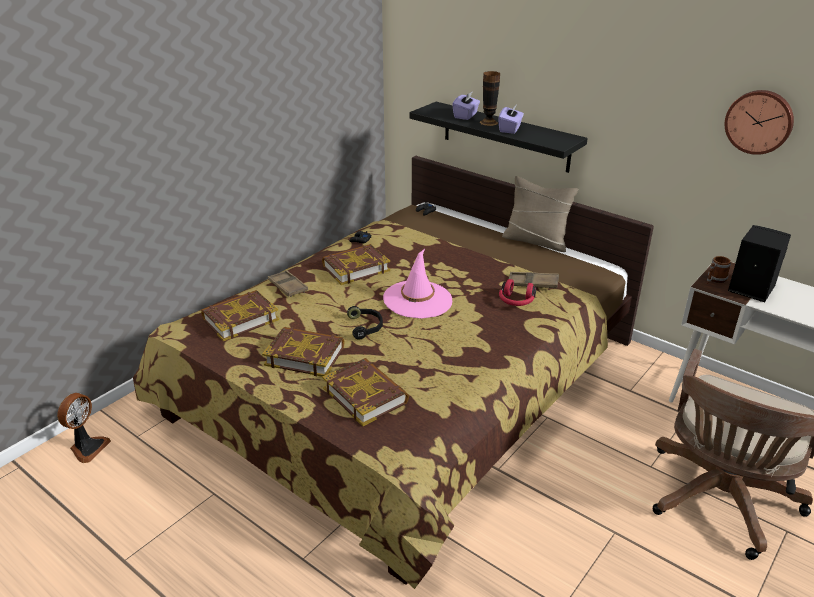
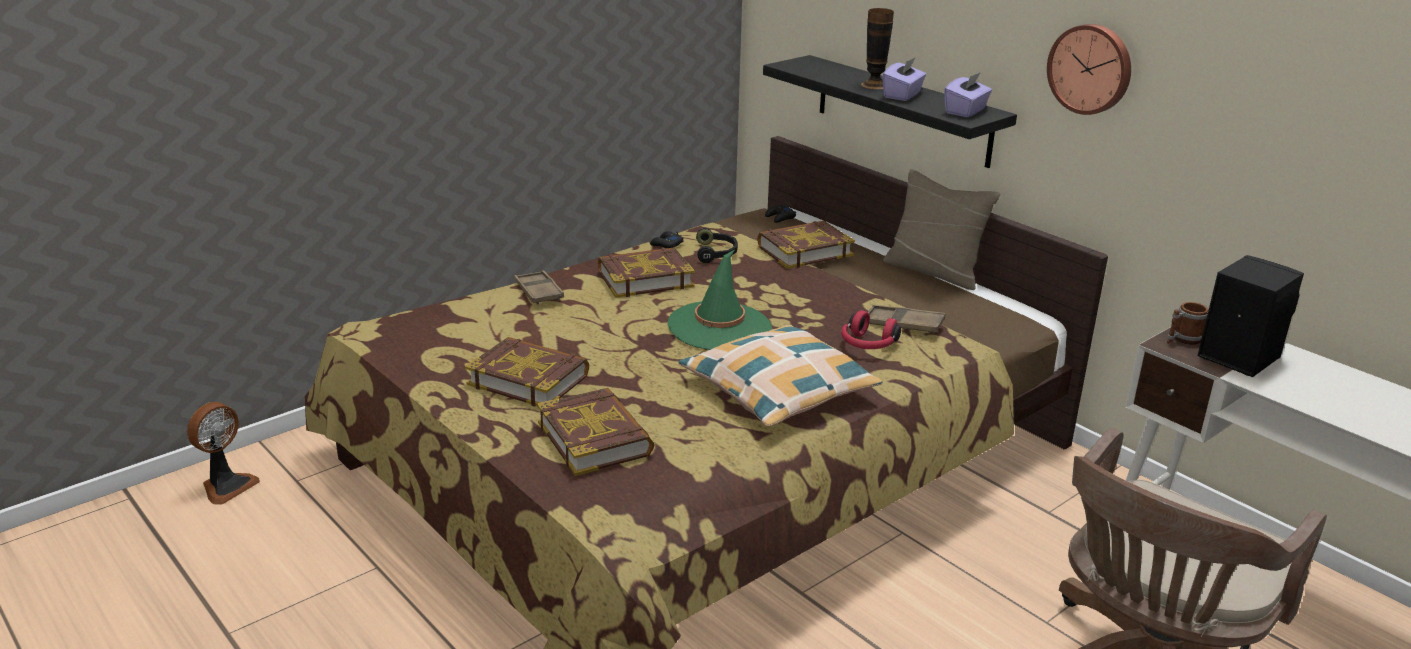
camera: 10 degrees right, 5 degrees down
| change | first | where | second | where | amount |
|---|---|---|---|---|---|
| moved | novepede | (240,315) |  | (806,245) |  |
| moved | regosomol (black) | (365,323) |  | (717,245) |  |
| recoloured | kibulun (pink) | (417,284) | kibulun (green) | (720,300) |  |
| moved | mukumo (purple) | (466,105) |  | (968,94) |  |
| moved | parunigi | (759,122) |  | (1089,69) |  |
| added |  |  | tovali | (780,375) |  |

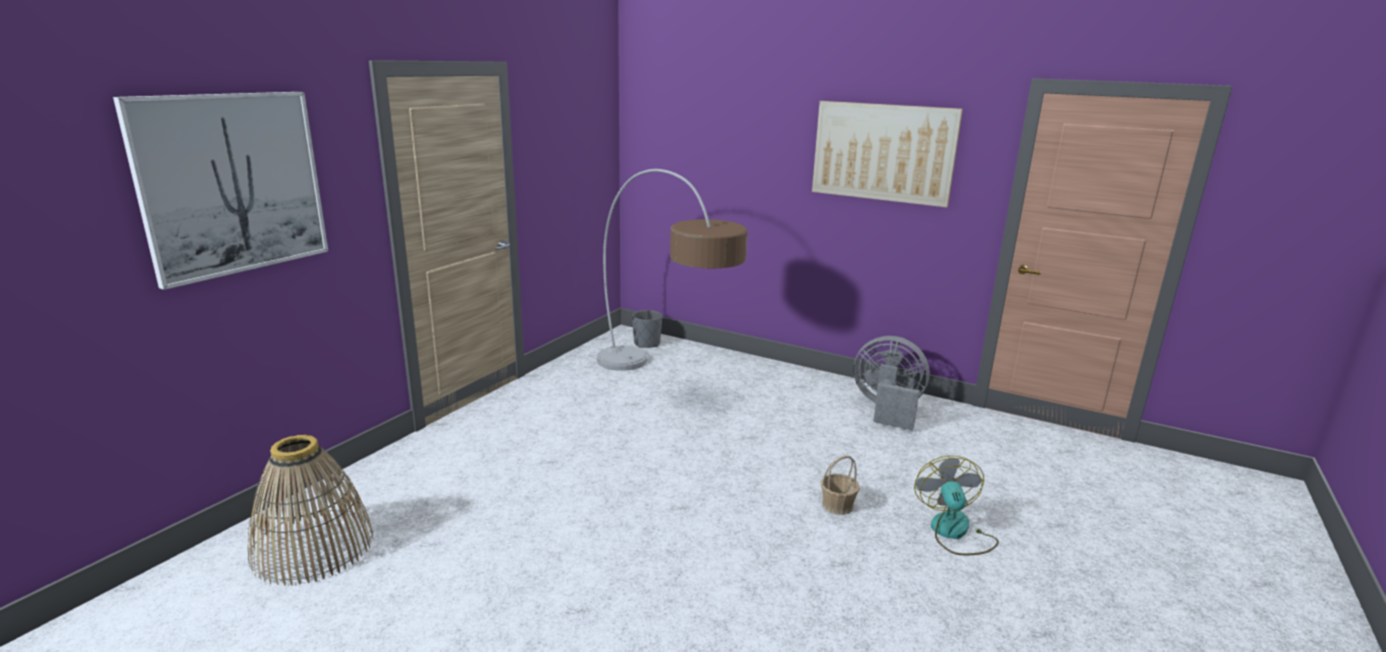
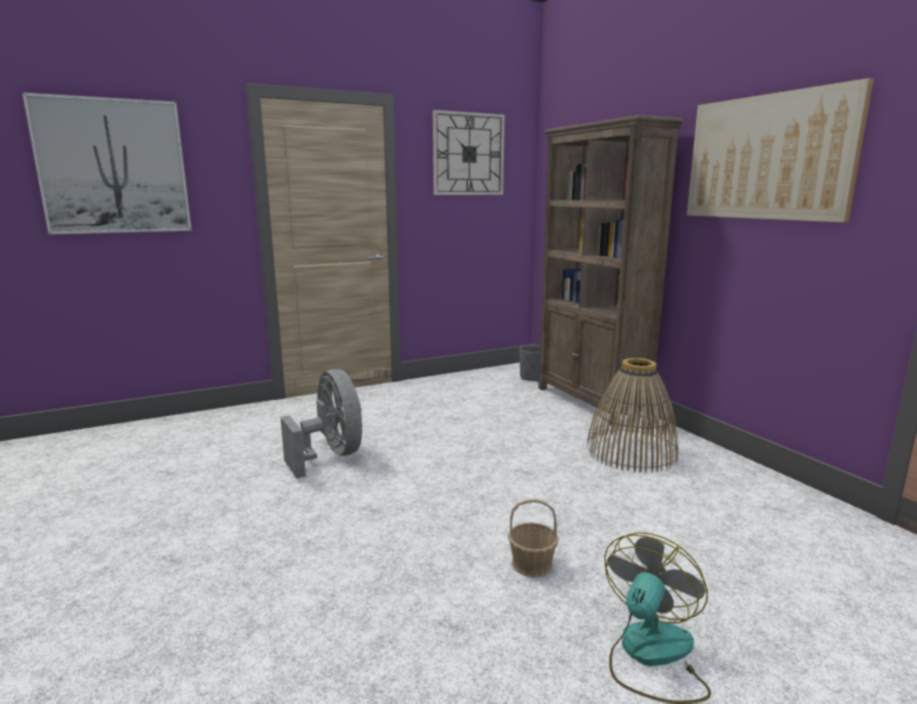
camera: 35 degrees right, 5 degrees down
| change | first | where | second | where | amount |
|---|---|---|---|---|---|
| moved | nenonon | (311,510) |  | (633,415) |  |
| removed | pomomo | (672,270) |  |  |  |
| moved | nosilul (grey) | (891,383) |  | (321,423) |  |
| added |  |  | parunigi | (469,152) |  |
| added |  |  | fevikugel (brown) | (610,271) |  |

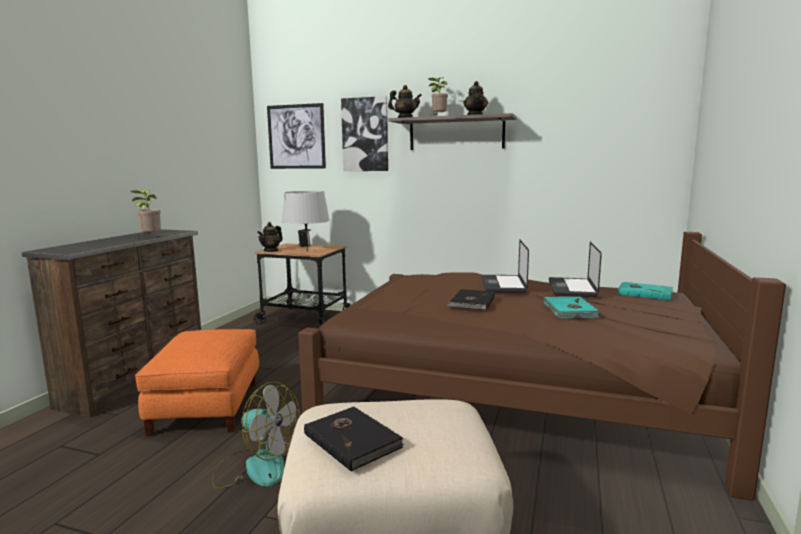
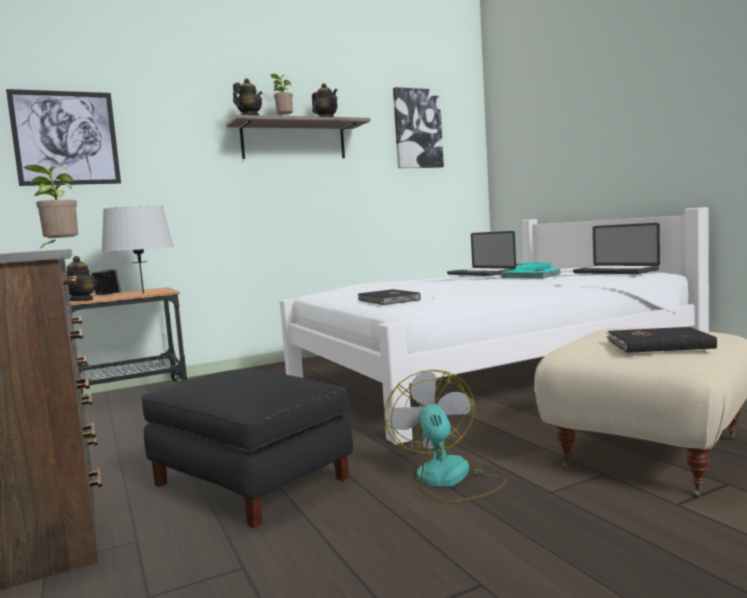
camera: 45 degrees left, 5 degrees down
| change | first | where | second | where | amount |
|---|---|---|---|---|---|
| recoloured | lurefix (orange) | (197,382) | lurefix (black) | (247,448) |  |
| turned | nosilul | (255,435) |  | (445,436) | 75 degrees counterclockwise |
| recoloured | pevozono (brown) | (542,366) | pevozono (white) | (494,326) |  |
| moved | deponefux | (364,133) |  | (418,127) |  |
| moved | novepede (black) | (471,299) |  | (389,297) |  |
| moved | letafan | (505,266) |  | (616,248) |  |

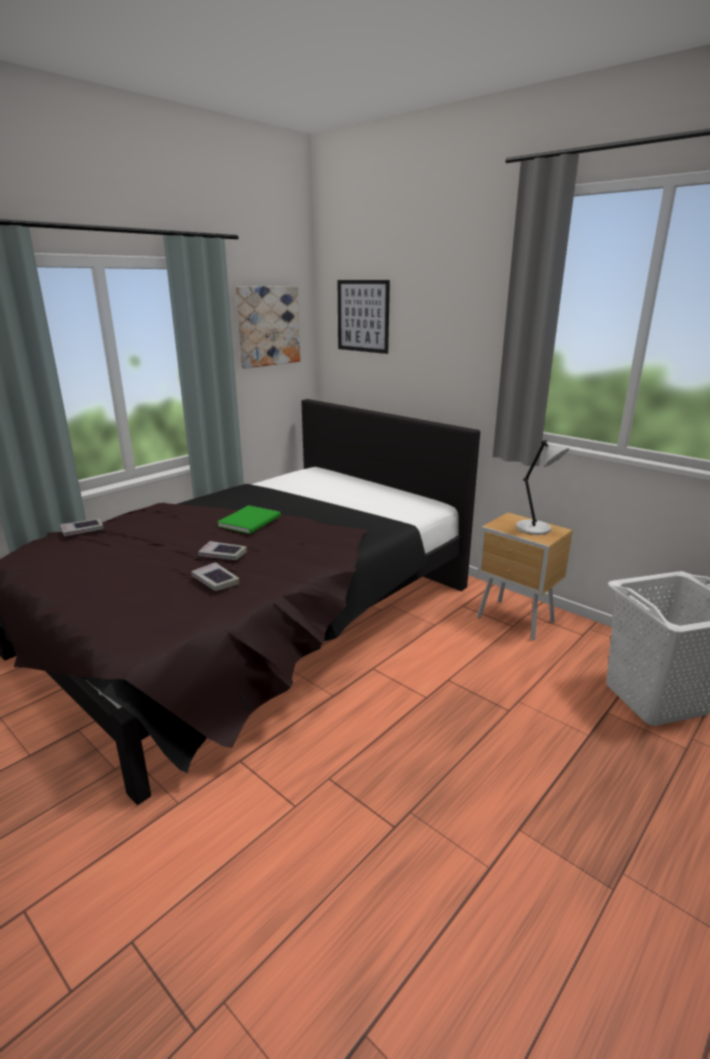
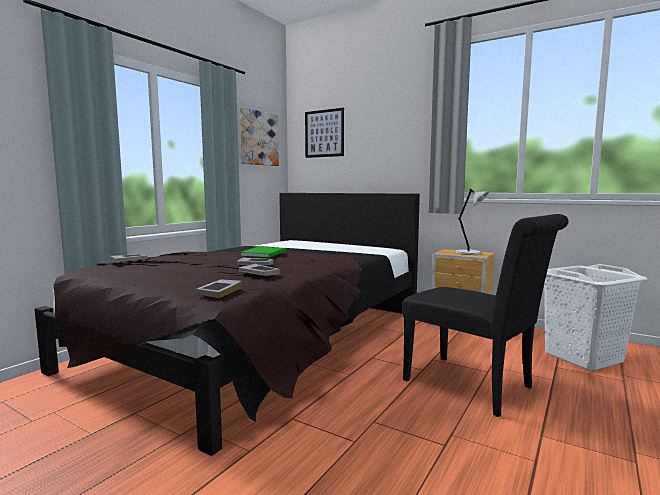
camera: 10 degrees left, 15 degrees down
| change | first | where | second | where | amount |
|---|---|---|---|---|---|
| added |  |  | novepede | (218,289) |  |
| added |  |  | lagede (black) | (485,315) |  |

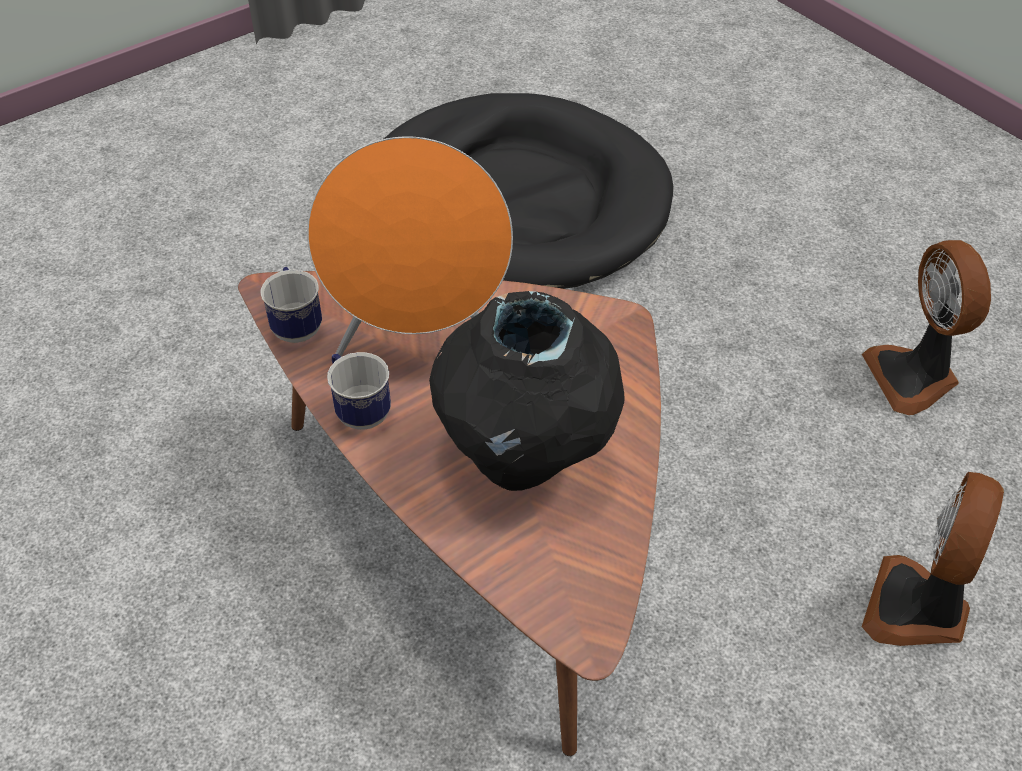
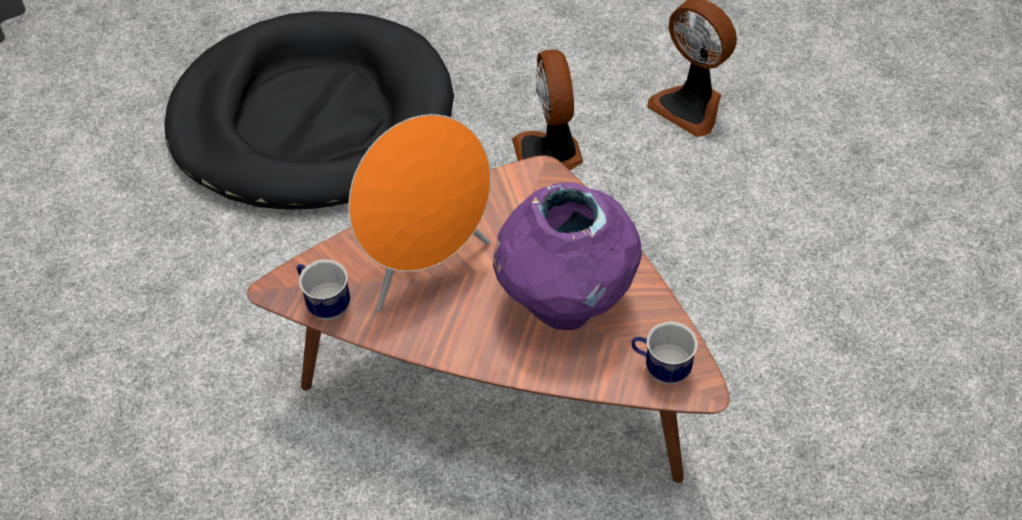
camera: 35 degrees left, 5 degrees up
| change | first | where | second | where | amount |
|---|---|---|---|---|---|
| moved | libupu | (359,391) |  | (665,352) |  |
| recoloured | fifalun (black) | (527,391) | fifalun (purple) | (567,256) |  |
| moved | nosilul | (933,559) |  | (547,110) |  |

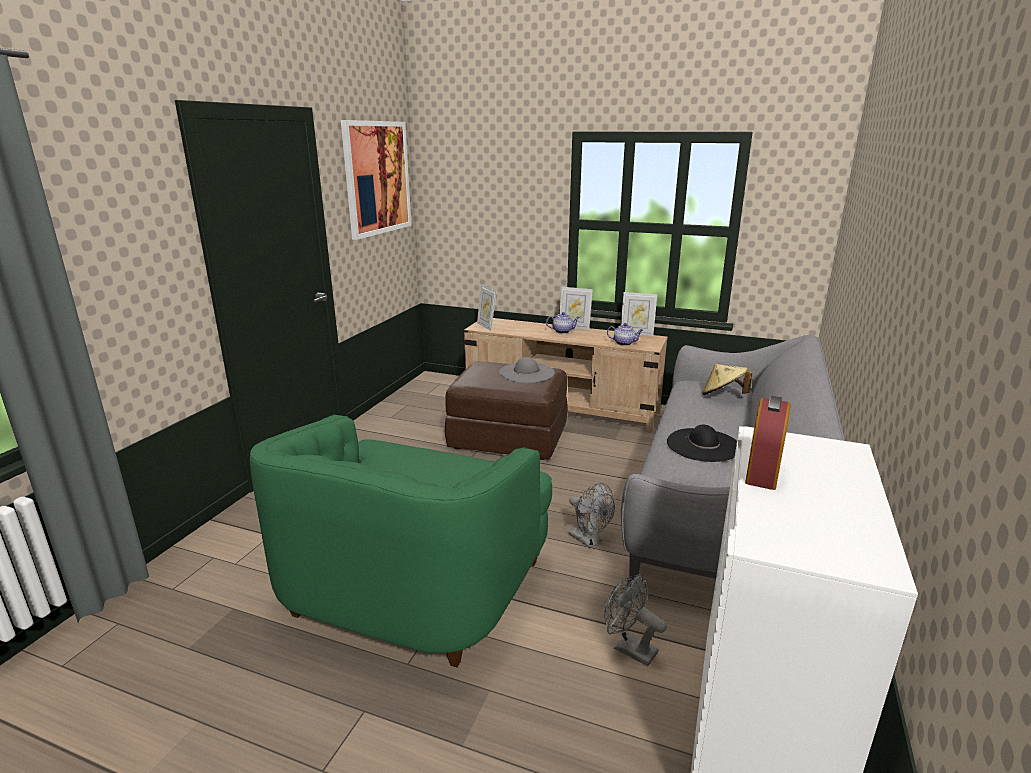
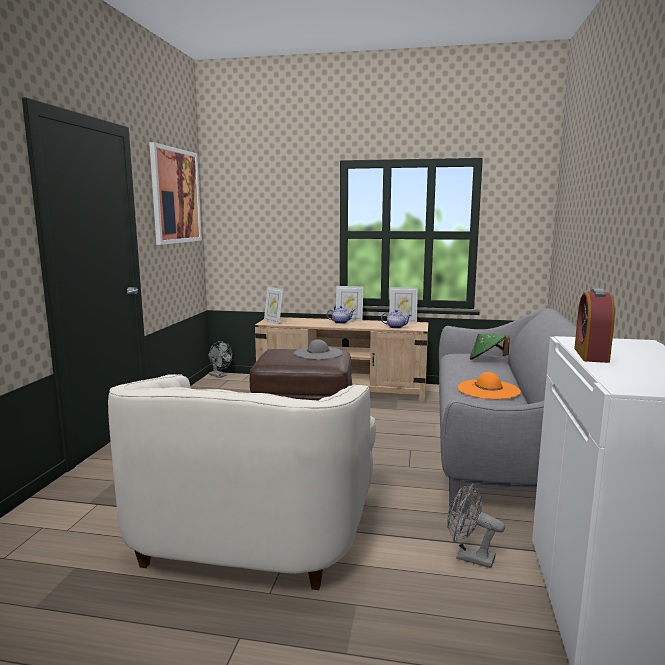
camera: 10 degrees left, 10 degrees down
| change | first | where | second | where | amount |
|---|---|---|---|---|---|
| recoloured | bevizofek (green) | (401,540) | bevizofek (white) | (242,482) |  |
| moved | nosilul (grey) | (592,515) |  | (220,359) |  |
| recoloured | kibulun (black) | (702,443) | kibulun (orange) | (489,385) |  |
| recoloured | kibulun (beige) | (727,379) | kibulun (green) | (490,346) |  |

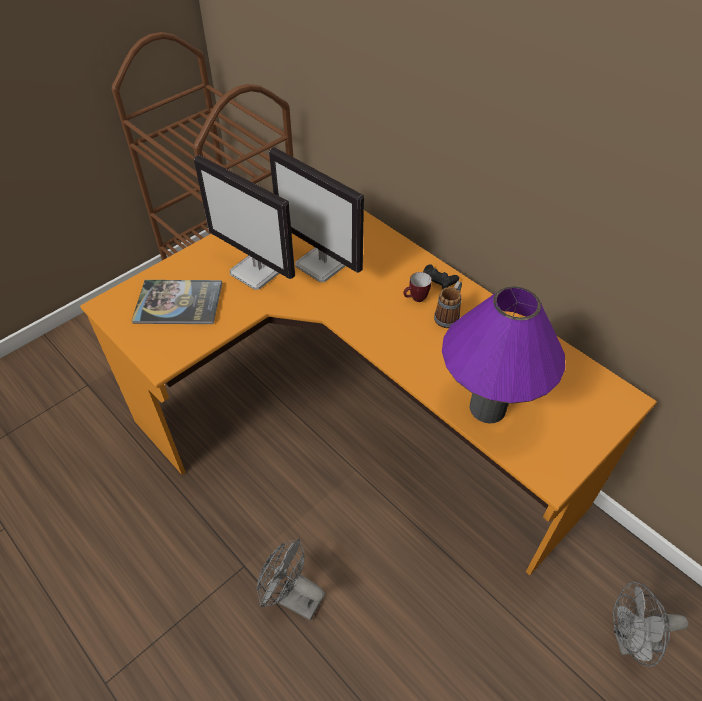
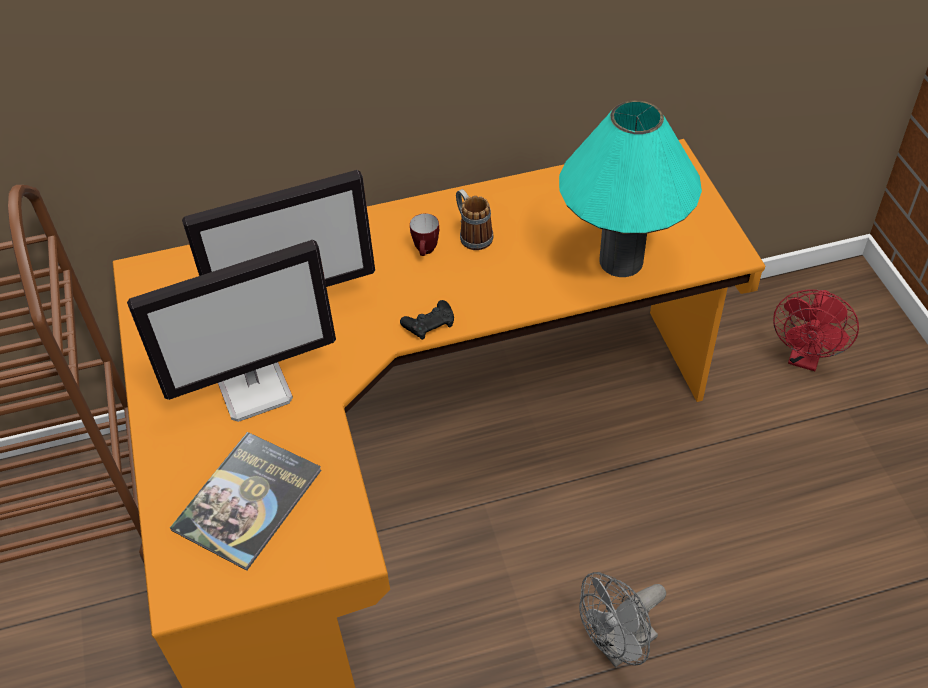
camera: 60 degrees left, 0 degrees up
| change | first | where | second | where | amount |
|---|---|---|---|---|---|
| moved | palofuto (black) | (441,276) |  | (427,320) |  |
| recoloured | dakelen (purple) | (503,355) | dakelen (turquoise) | (630,189) |  |
| recoloured | nosilul (grey) | (651,624) | nosilul (red) | (816,330) |  |

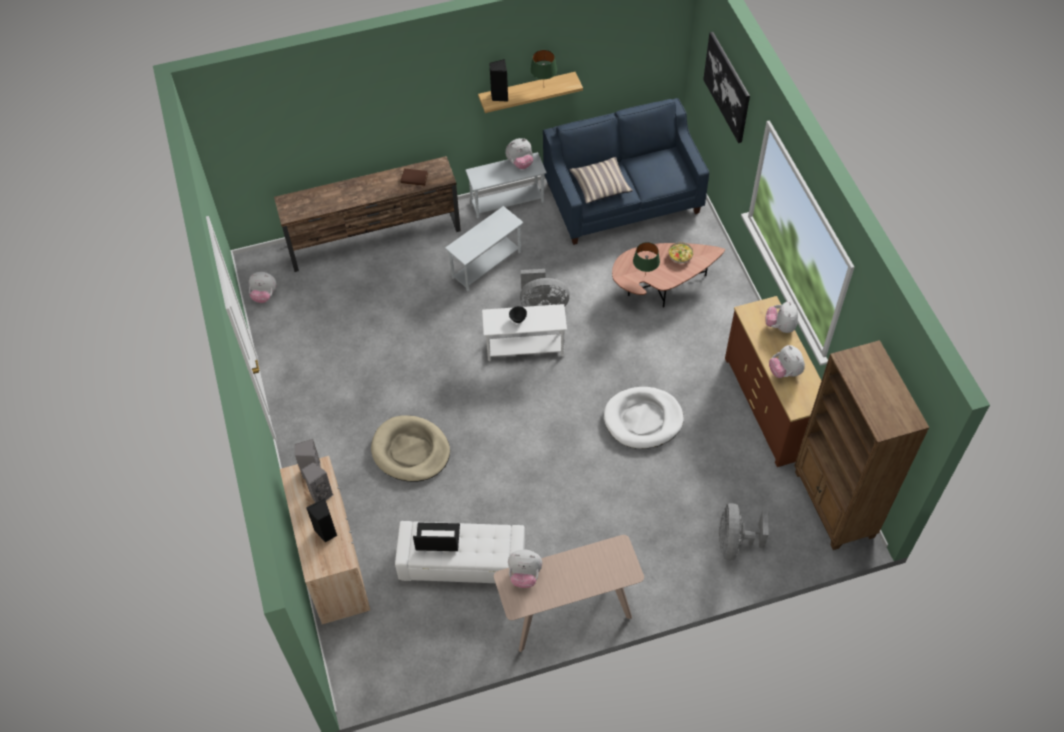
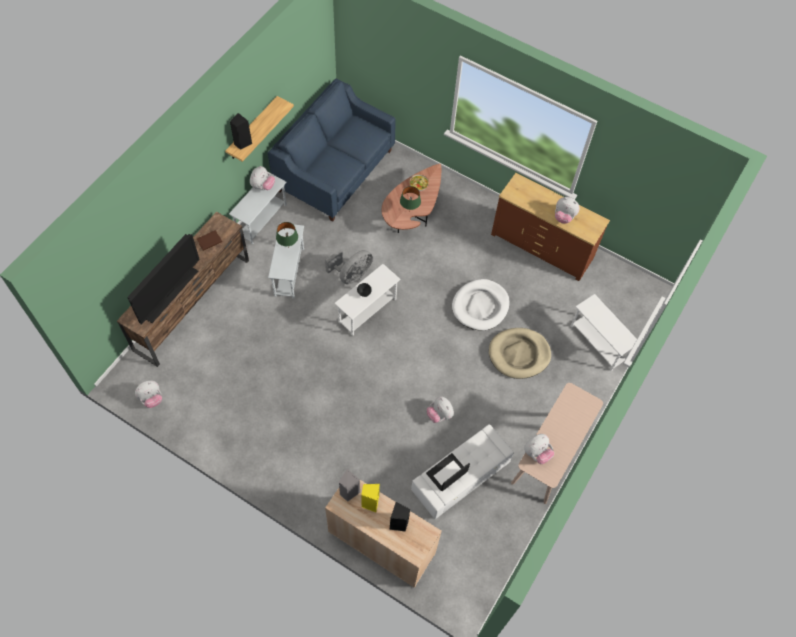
camera: 45 degrees left, 5 degrees up
| change | first | where | second | where | amount |
|---|---|---|---|---|---|
| recoloured | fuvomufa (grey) | (317,482) | fuvomufa (yellow) | (370,498) |  |
| moved | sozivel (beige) | (410,448) |  | (520,353) |  |
| moved | dakelen (green) | (543,65) |  | (287,235) |  |
| removed | tovali | (601,180) |  |  |  |
| removed | deponefux | (726,87) |  |  |  |
| replaced | nosilul (grey) | (744,531) | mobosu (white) | (604,332) |  |
| moved | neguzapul | (781,317) |  | (440,409) |  |
| removed | fevikugel (brown) | (862,445) |  |  |  |
| added |  |  | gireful | (163,279) |  |

